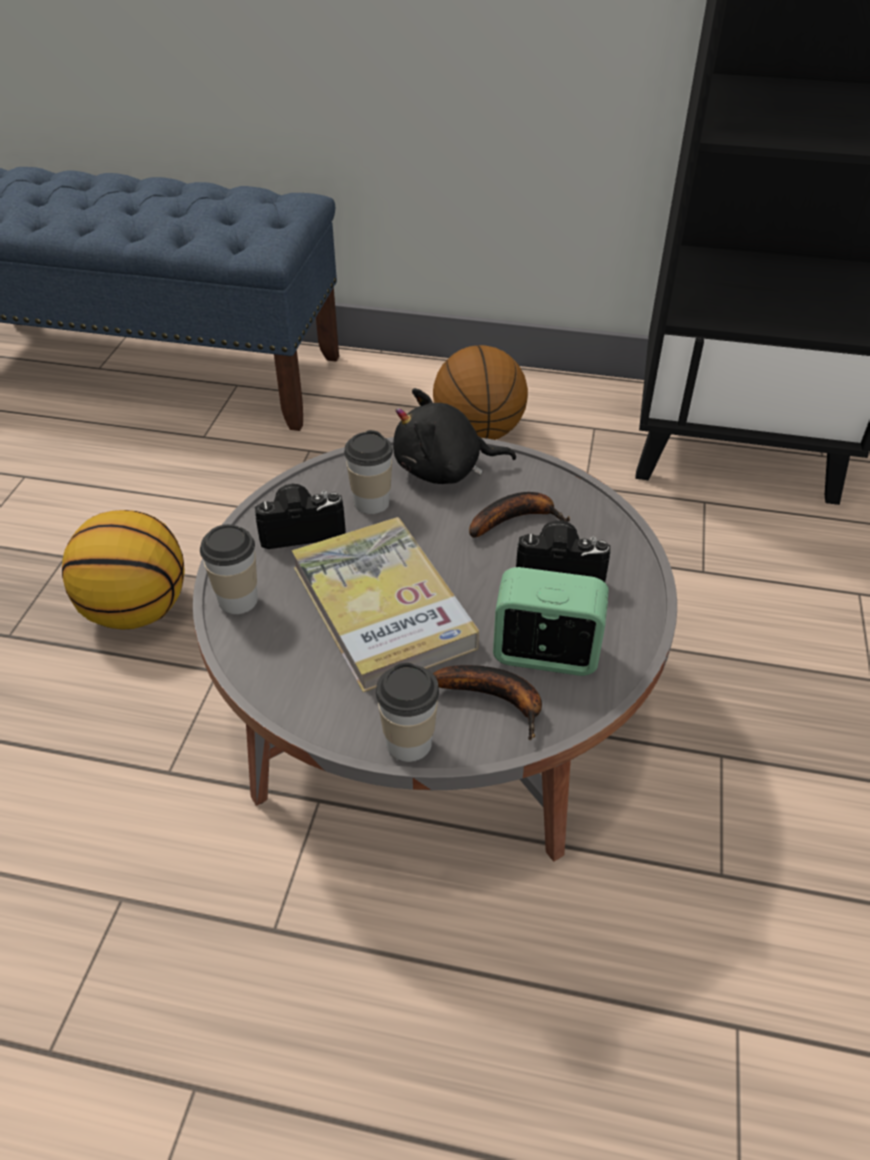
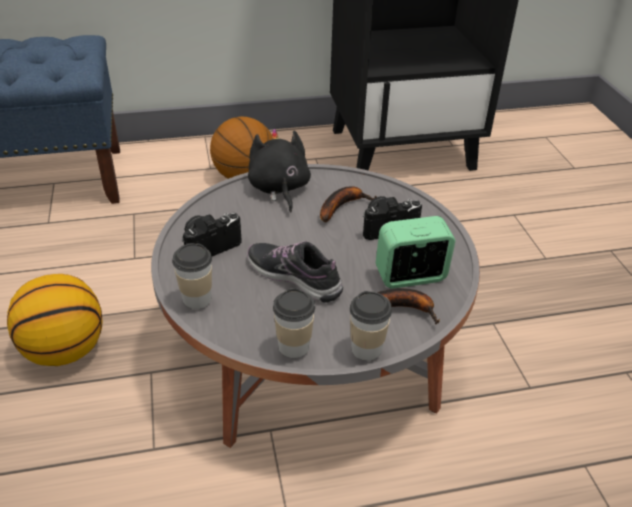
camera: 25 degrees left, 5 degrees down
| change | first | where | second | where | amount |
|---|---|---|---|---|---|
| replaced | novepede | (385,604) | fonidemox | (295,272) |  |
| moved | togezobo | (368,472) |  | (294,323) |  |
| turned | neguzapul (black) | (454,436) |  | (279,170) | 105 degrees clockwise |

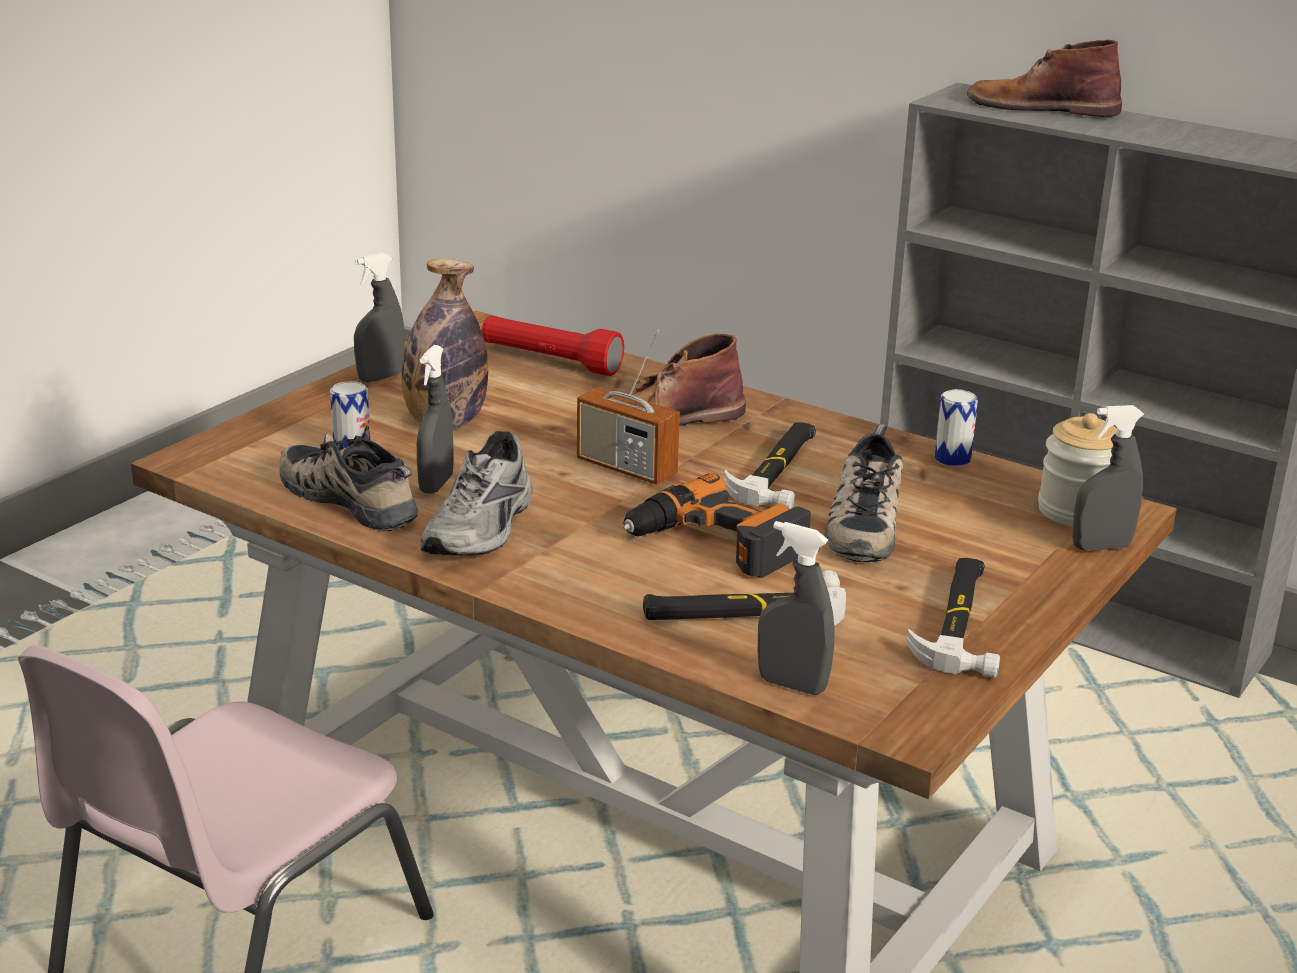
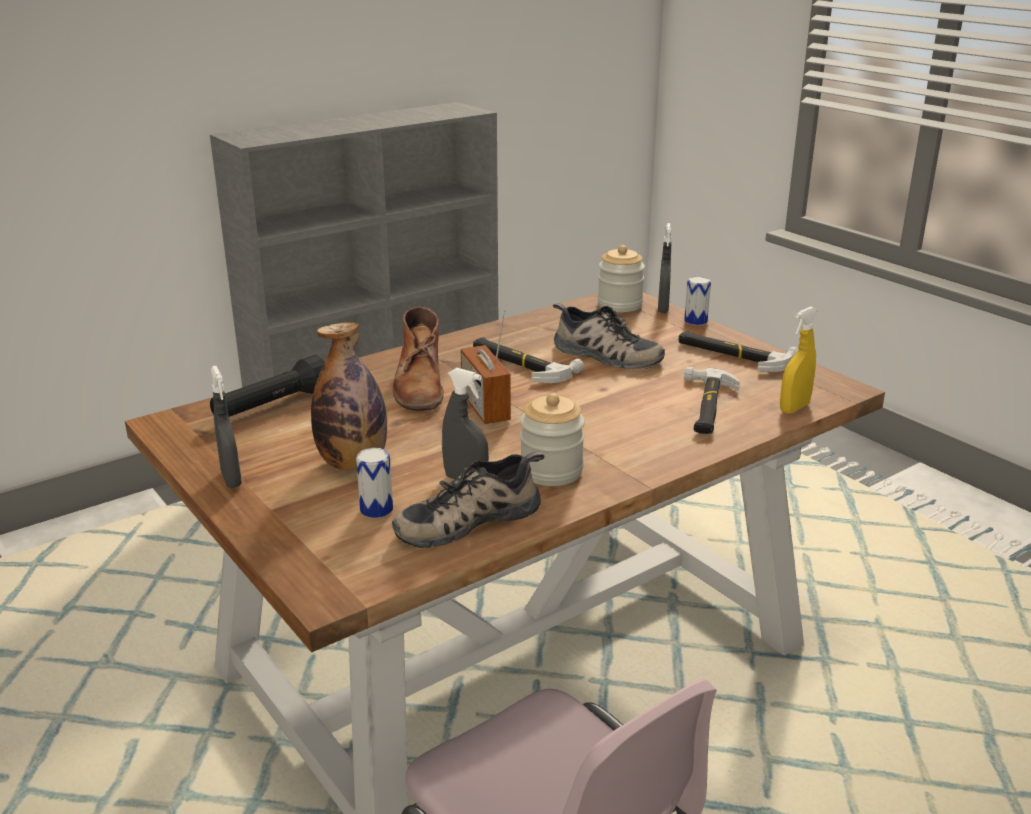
camera: 70 degrees left, 0 degrees up
| change | first | where | second | where | amount |
|---|---|---|---|---|---|
| replaced | fonidemox (grey) | (476,493) | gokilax | (552,439) |  |
| recoloured | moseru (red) | (553,346) | moseru (black) | (267,386) |  |
| turned | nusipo | (628,407) |  | (486,366) | 105 degrees clockwise |
| removed | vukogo | (717,525) |  |  |  |
| recoloured | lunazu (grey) | (796,608) | lunazu (yellow) | (799,360) |  |
| moved | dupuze | (956,427) |  | (697,300) |  |
| removed | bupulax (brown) | (1044,78) |  |  |  |

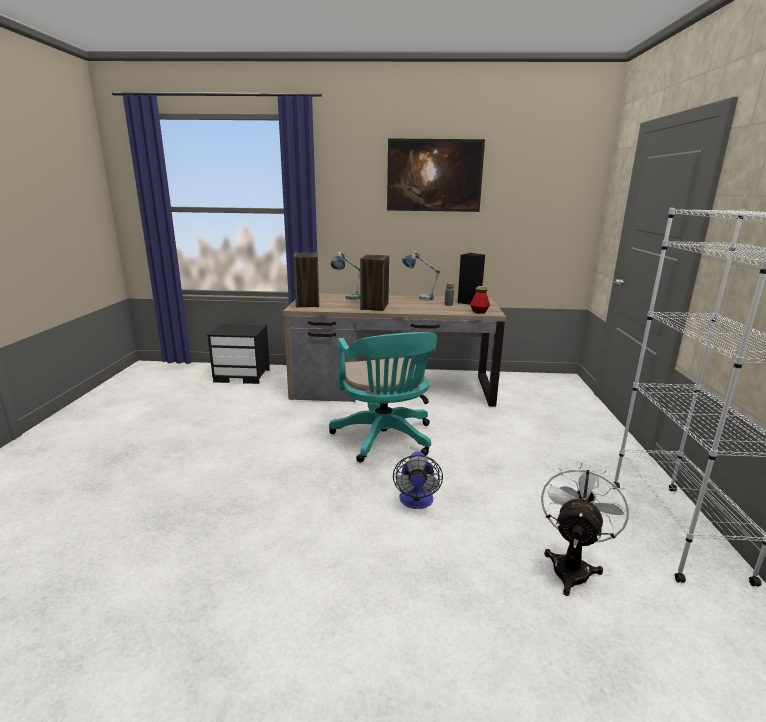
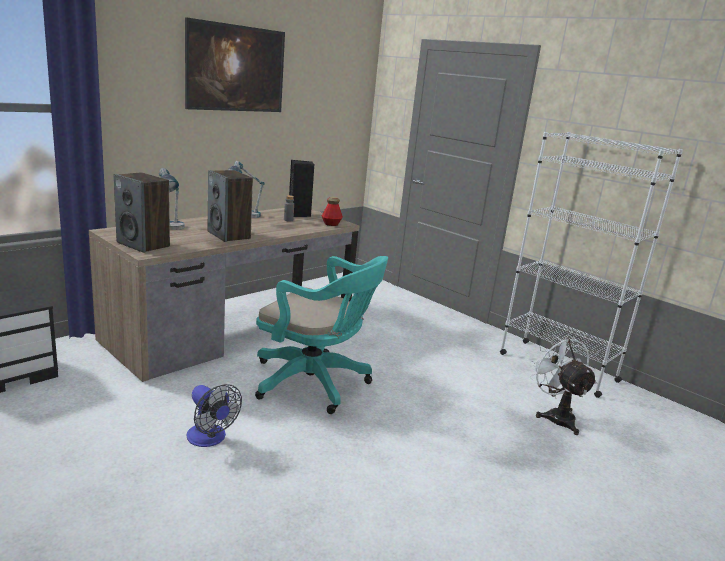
camera: 50 degrees left, 0 degrees up
| change | first | where | second | where | amount |
|---|---|---|---|---|---|
| moved | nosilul | (418,480) |  | (214,415) |  |

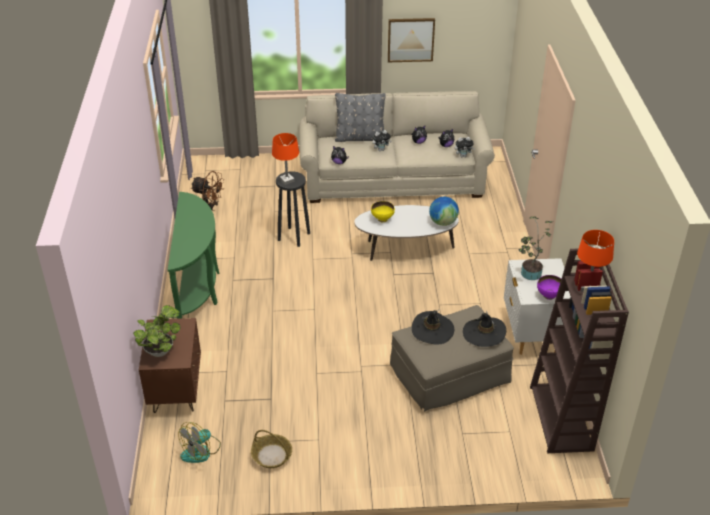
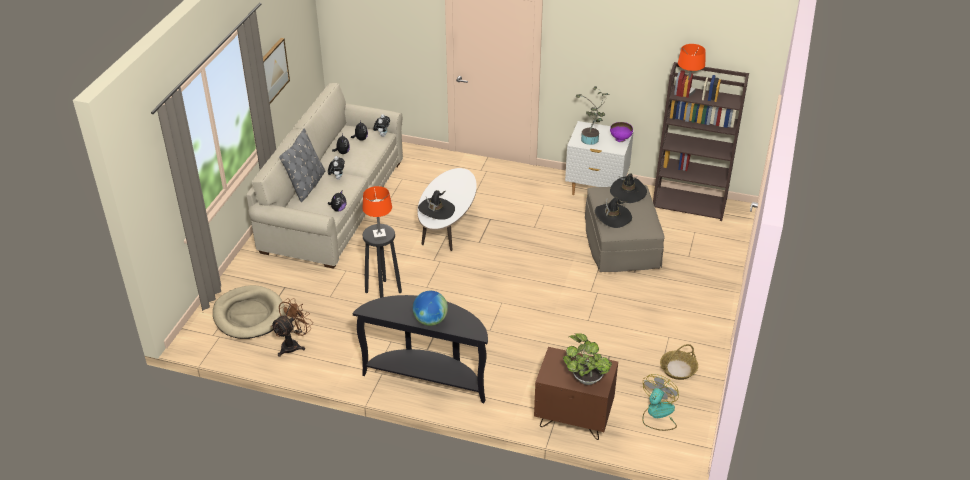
camera: 70 degrees left, 0 degrees up
| change | first | where | second | where | amount |
|---|---|---|---|---|---|
| recoloured | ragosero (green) | (194,255) | ragosero (black) | (420,349) |  |
| turned | nosilul | (199,442) |  | (660,402) | 120 degrees counterclockwise |
| replaced | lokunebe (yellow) | (383,211) | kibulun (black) | (436,205) |  |
| moved | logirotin | (444,211) |  | (430,308) |  |
| added |  |  | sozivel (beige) | (249,312) |  |

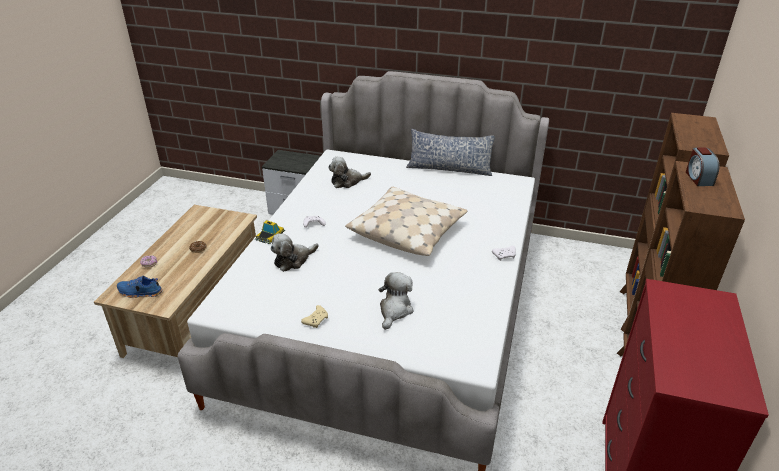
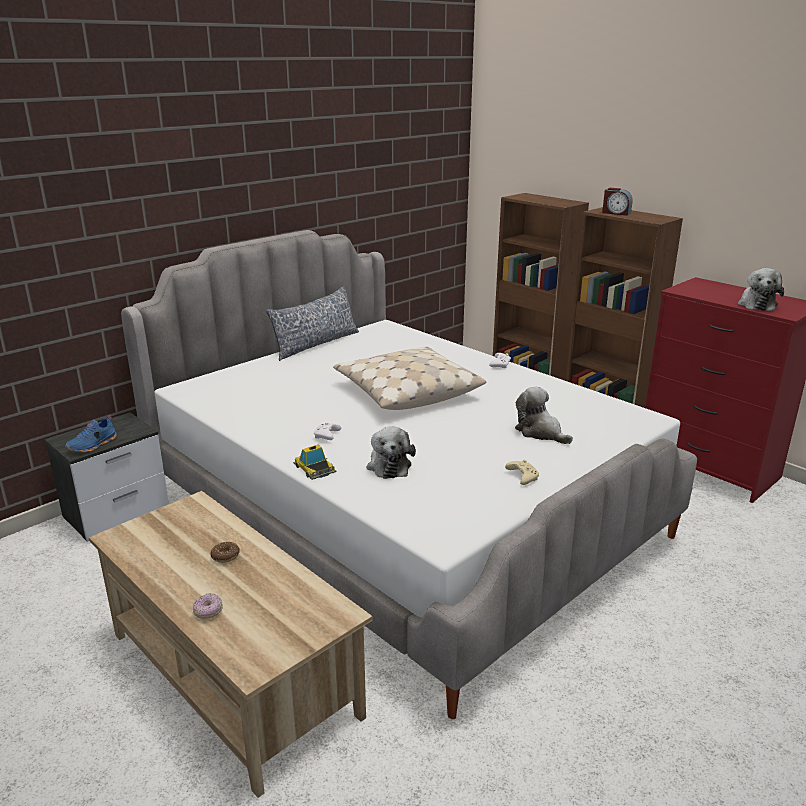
camera: 60 degrees left, 10 degrees down
| change | first | where | second | where | amount |
|---|---|---|---|---|---|
| moved | fonidemox (blue) | (140,286) |  | (91,434) |  |
| moved | neguzapul | (349,172) |  | (761,289) |  |

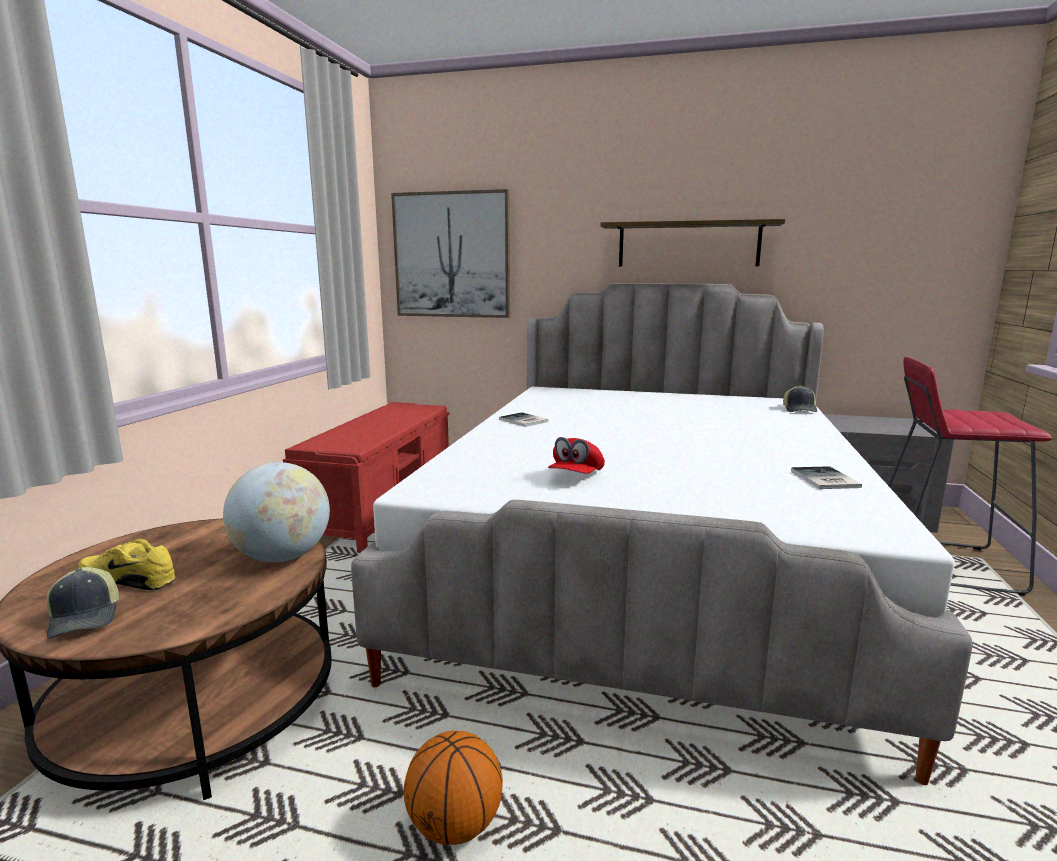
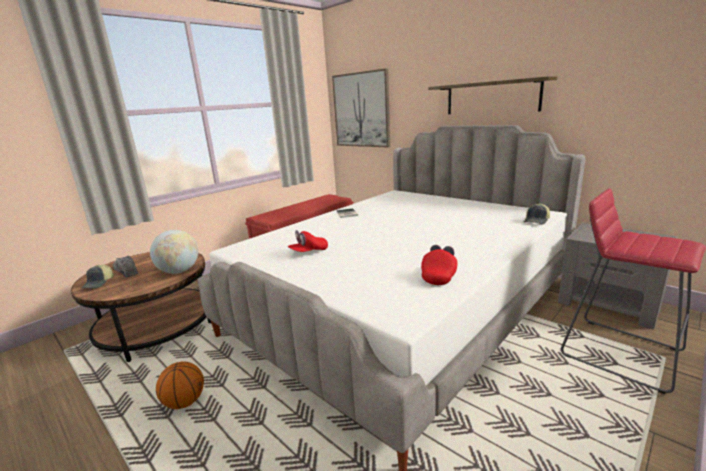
camera: 30 degrees right, 5 degrees up
| change | first | where | second | where | amount |
|---|---|---|---|---|---|
| recoloured | fonidemox (yellow) | (127,564) | fonidemox (grey) | (125,266) |  |
| replaced | novepede | (826,477) | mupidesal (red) | (439,265) |  |

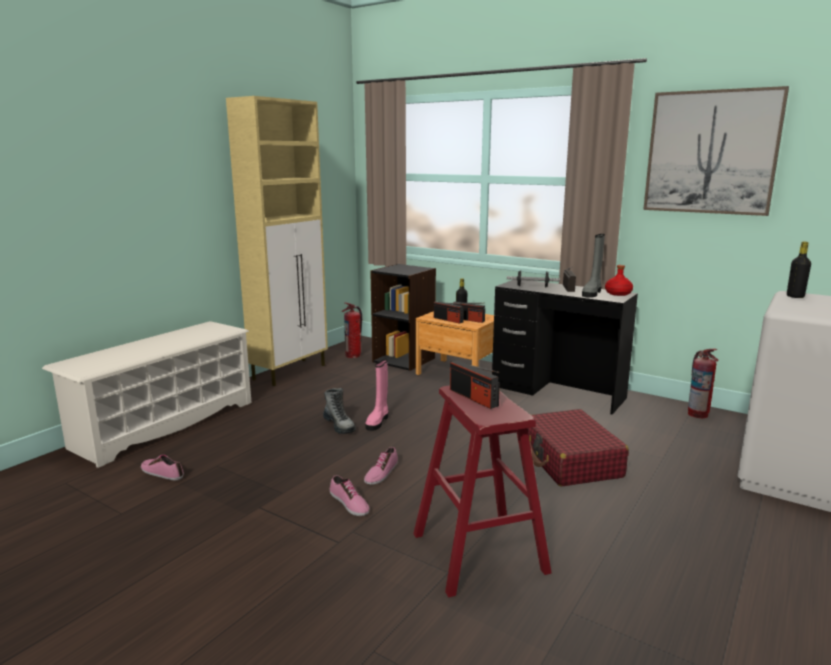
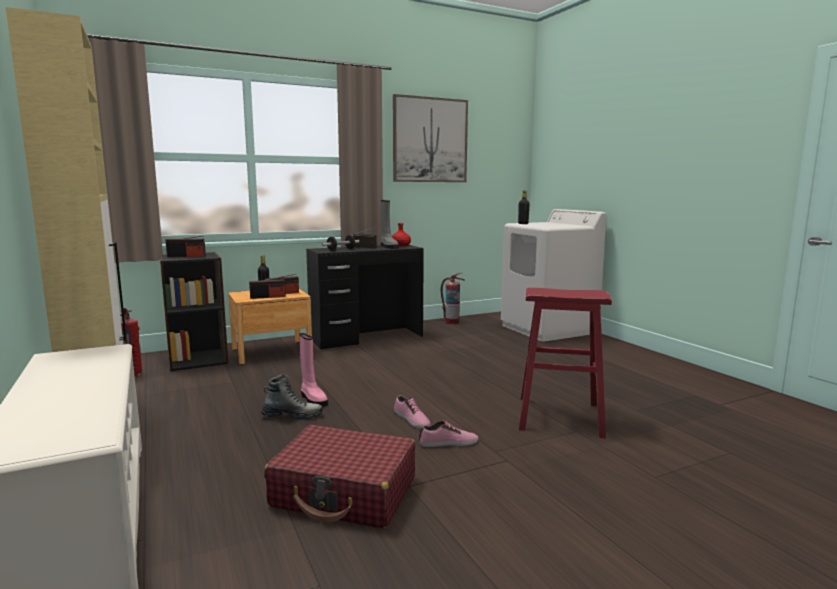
camera: 60 degrees left, 5 degrees down
| change | first | where | second | where | amount |
|---|---|---|---|---|---|
| removed | fonidemox | (162,468) |  |  |  |
| moved | nusipo | (475,384) |  | (185,246) |  |
| moved | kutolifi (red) | (578,448) |  | (339,477) |  |

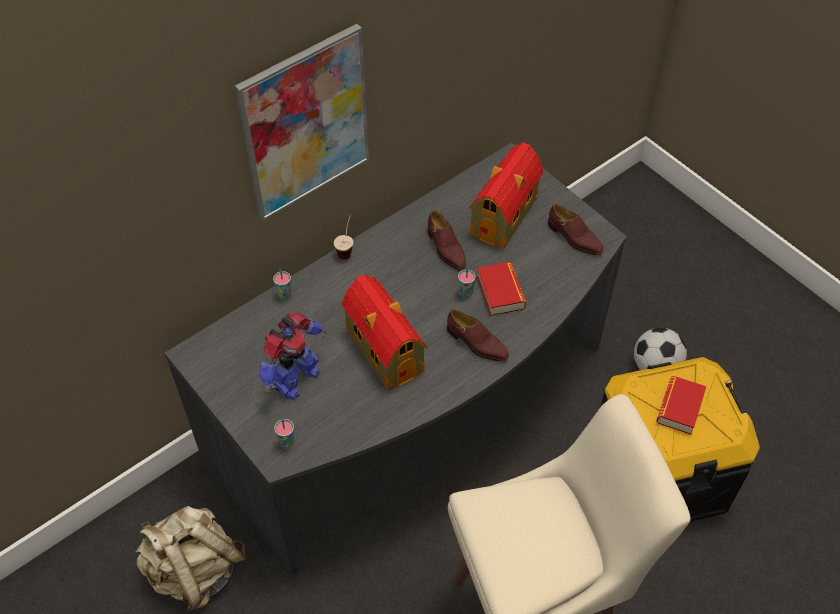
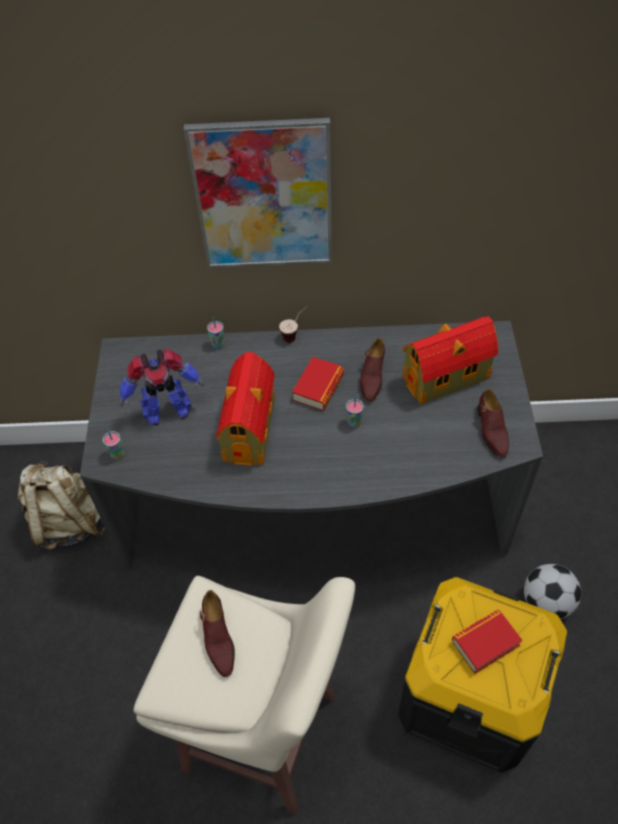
camera: 40 degrees right, 0 degrees up
| change | first | where | second | where | amount |
|---|---|---|---|---|---|
| moved | fonidemox (brown) | (478,335) |  | (217,633) |  |
| moved | novepede | (501,289) |  | (318,383) |  |

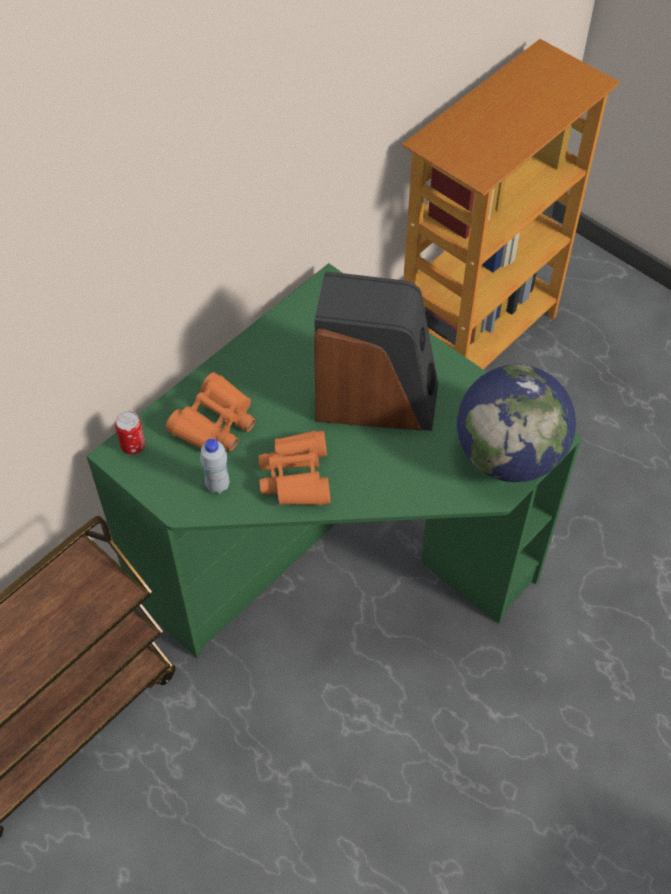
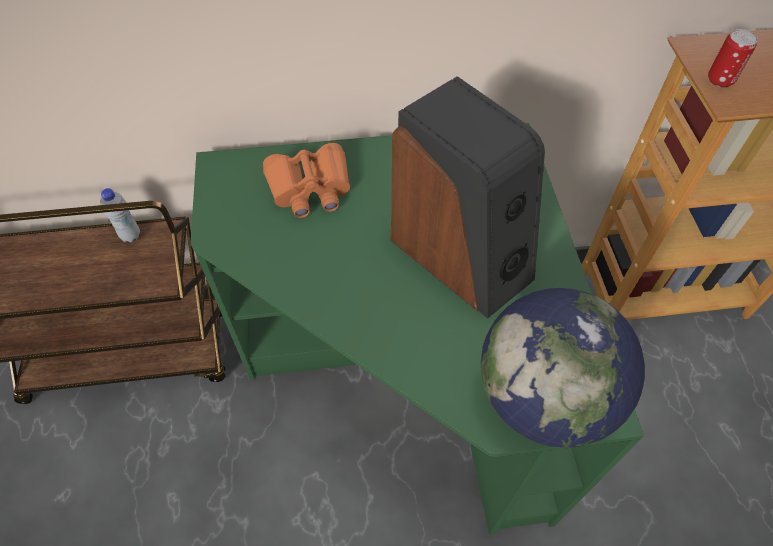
camera: 40 degrees right, 0 degrees up
| change | first | where | second | where | amount |
|---|---|---|---|---|---|
| moved | dupuze | (130,433) |  | (733,58) |  |
| moved | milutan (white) | (214,466) |  | (120,215) |  |
| removed | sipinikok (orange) | (294,468) |  |  |  |

